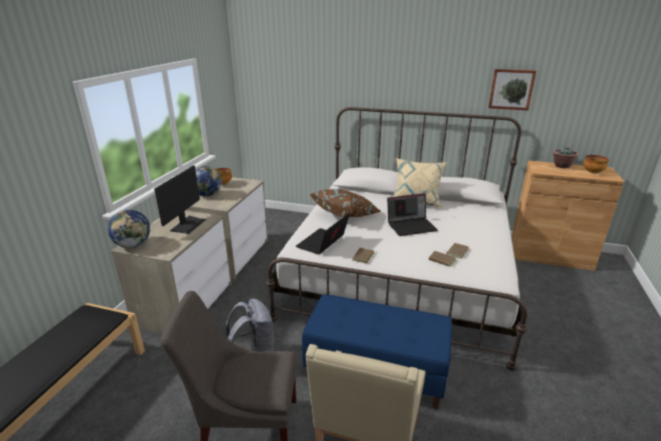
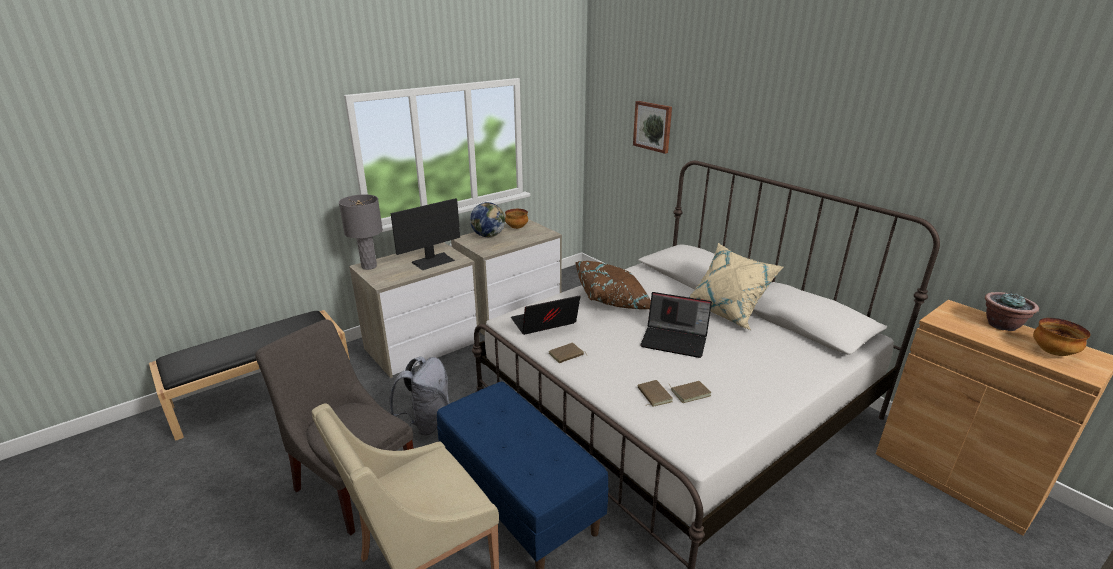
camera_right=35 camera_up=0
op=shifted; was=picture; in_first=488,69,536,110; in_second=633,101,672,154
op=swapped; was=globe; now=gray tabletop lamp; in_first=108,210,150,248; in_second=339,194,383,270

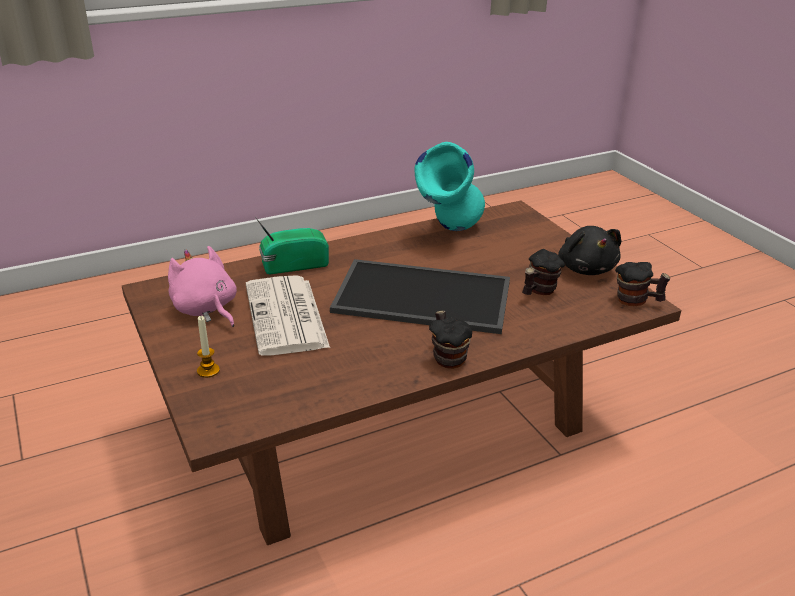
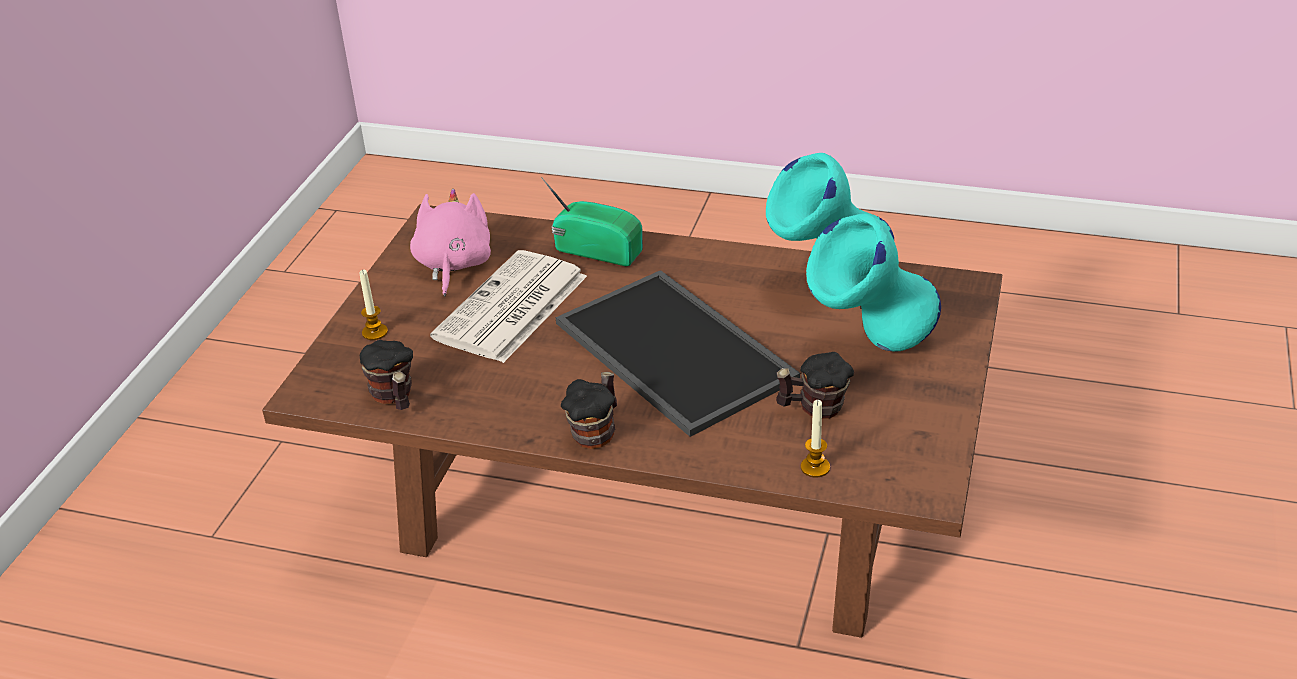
camera_right=45 camera_up=5
op=gone; was=blackish cuddly toy; in_first=558,226,621,275
op=shifted; was=mug; in_first=615,262,670,306; in_second=360,340,413,410
op=new; now=turquoise decorative vase; in_second=806,214,941,351
op=new; now=candle; in_second=801,400,830,478

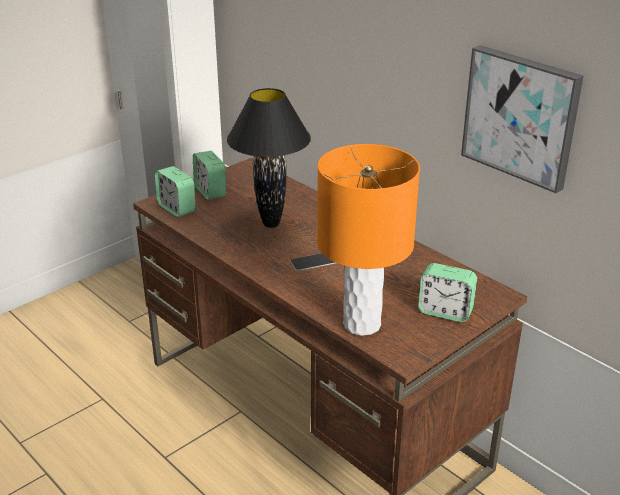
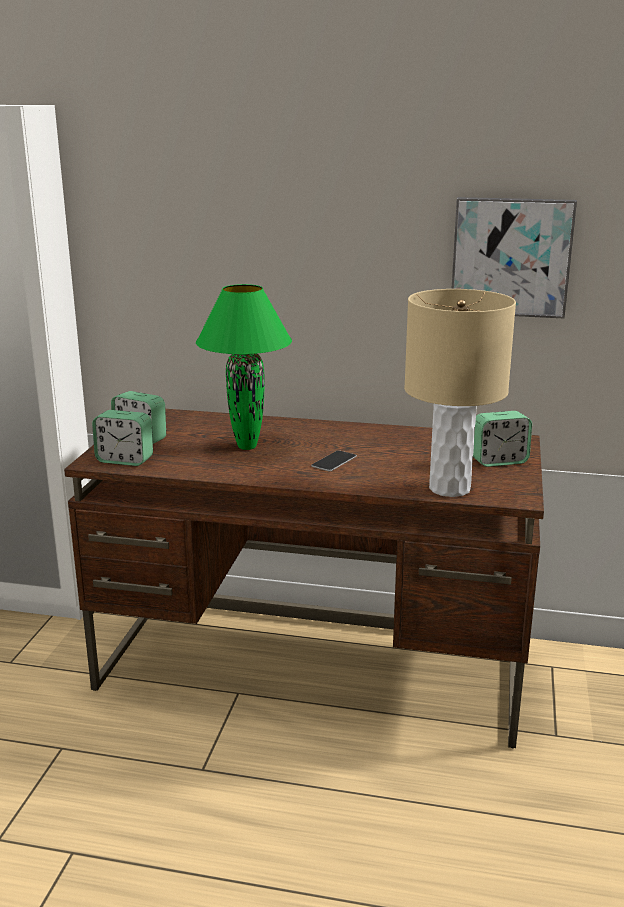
camera_right=-35 camera_up=-10
op=repainted; was=blackish tabletop lamp; now=green tabletop lamp; in_first=227,88,311,228; in_second=196,284,292,450
op=repainted; was=orange-coloured tabletop lamp; now=sand-coloured tabletop lamp; in_first=317,144,420,336; in_second=404,289,516,497

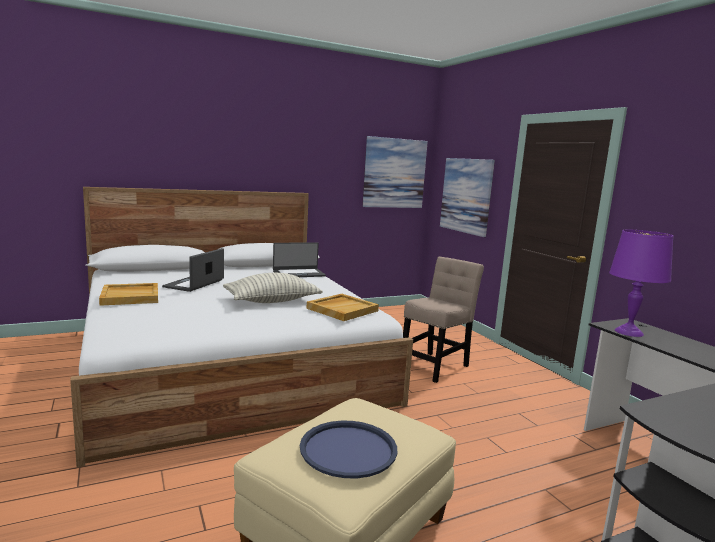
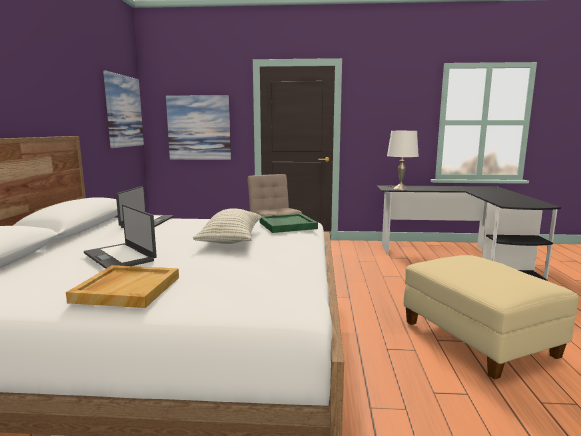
camera_right=-60 camera_up=0
op=repainted; was=purple-coloured tabletop lamp; now=whitish tabletop lamp; in_first=609,230,673,337; in_second=387,131,419,190
op=repainted; was=sand-coloured carrying tray; now=green carrying tray; in_first=306,294,379,321; in_second=259,213,318,233
op=gone; was=blue carrying tray; in_first=300,421,397,478

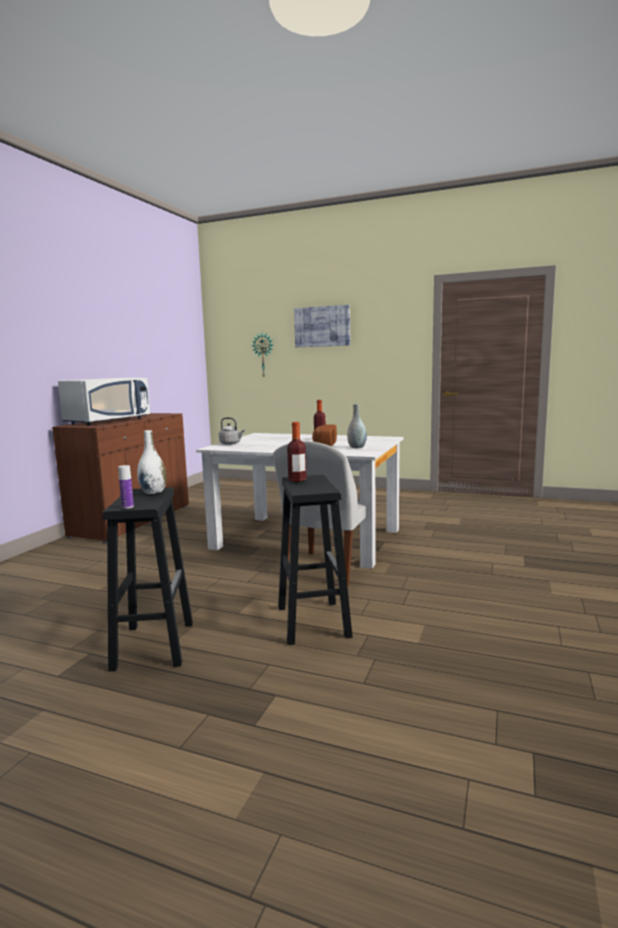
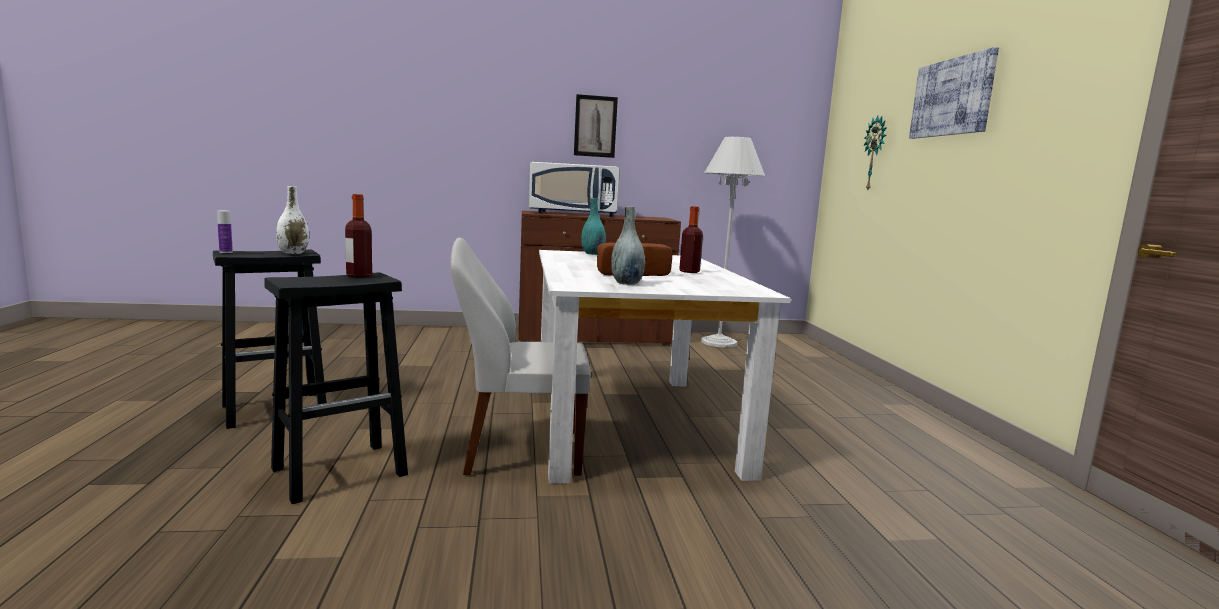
camera_right=60 camera_up=0
op=swapped; was=gray kettle; now=turquoise decorative vase; in_first=219,417,245,445; in_second=581,198,606,255
op=new; now=picture; in_second=574,94,618,158
op=new; now=whitish standing lamp; in_second=701,137,765,347

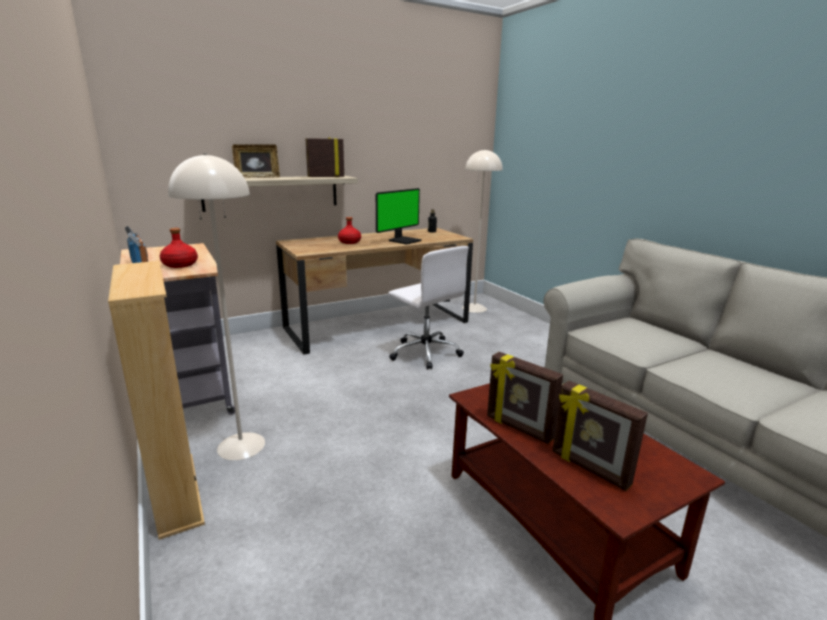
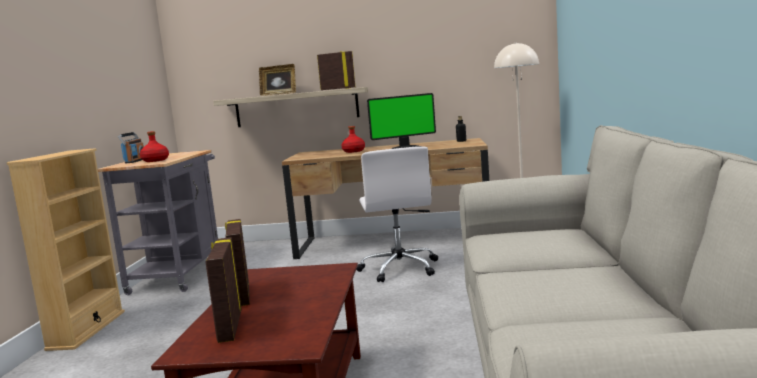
camera_right=35 camera_up=-10
op=gone; was=sand-coloured standing lamp; in_first=168,153,265,460

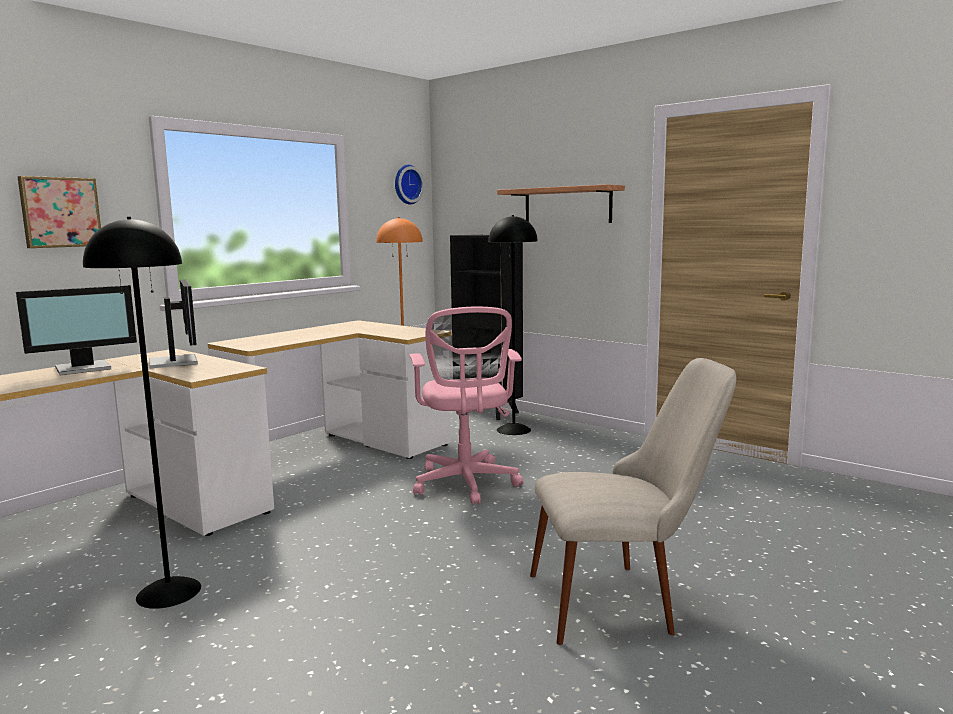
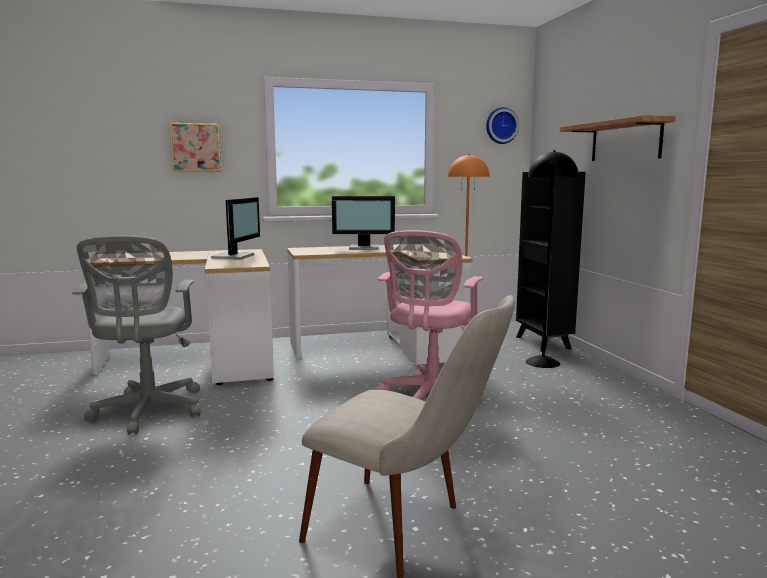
camera_right=35 camera_up=0
op=swapped; was=blackish standing lamp; now=gray desk chair; in_first=83,217,201,609; in_second=72,235,200,435
op=shifted; was=monitor; in_first=16,285,137,375; in_second=332,196,395,250

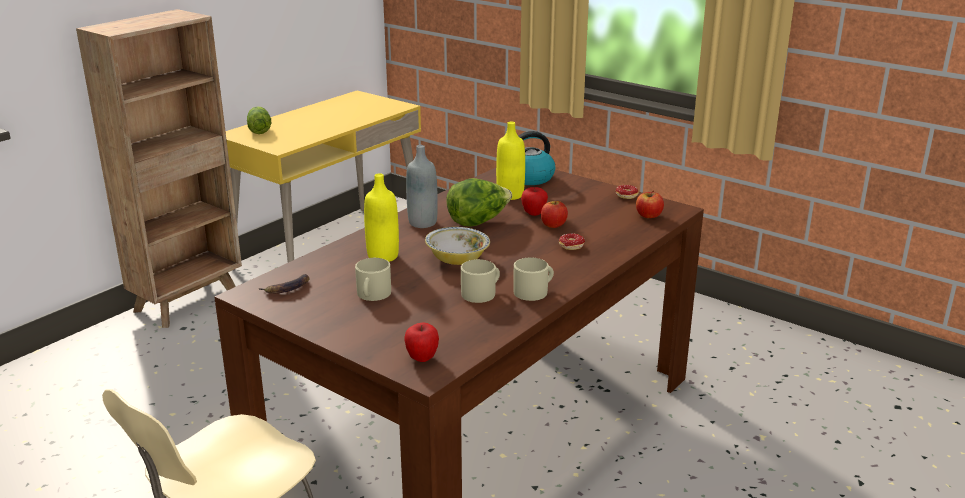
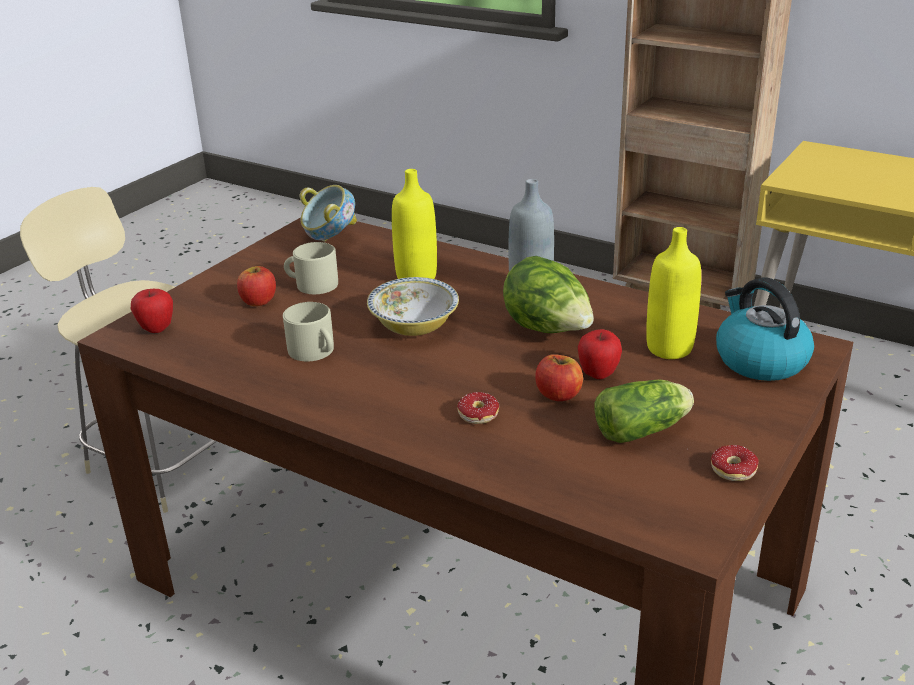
camera_right=85 camera_up=5
op=shifted; was=lettuce head; in_first=247,106,271,134; in_second=595,380,694,443
op=shifted; was=apple; in_first=636,191,664,218; in_second=237,266,276,306
op=gone; was=sand-coloured mug; in_first=513,257,554,301
op=swapped; was=whole banana; now=serving bowl; in_first=259,274,310,294; in_second=300,185,357,242

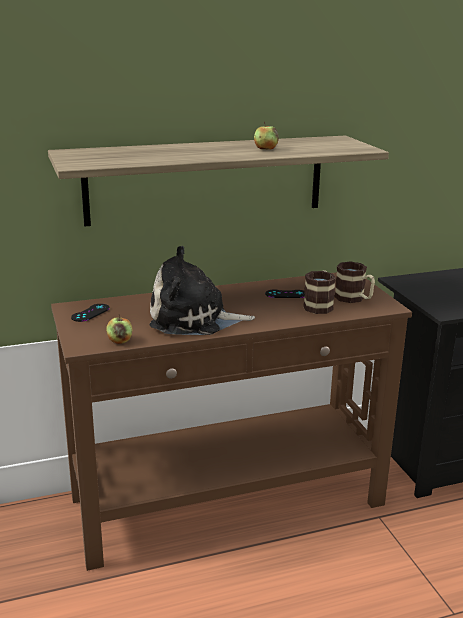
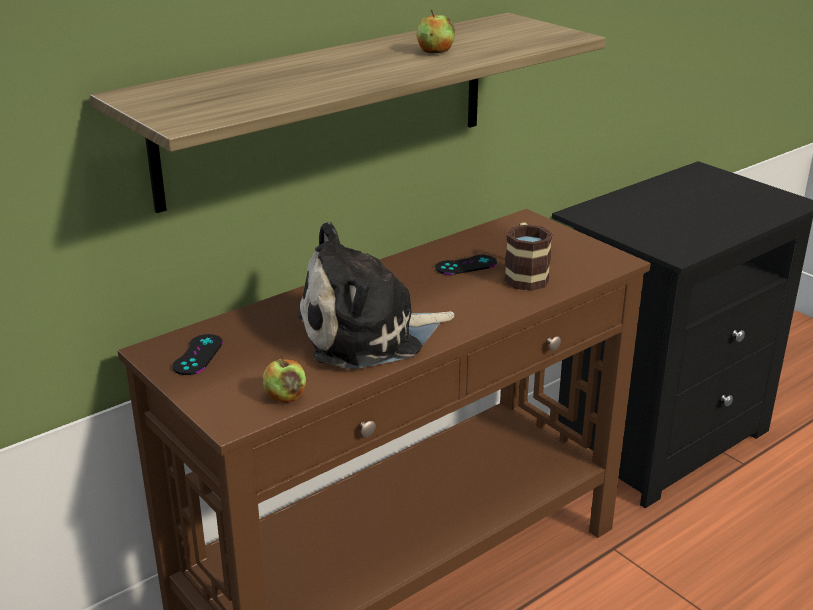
camera_right=-20 camera_up=5
op=gone; was=mug; in_first=334,262,375,303

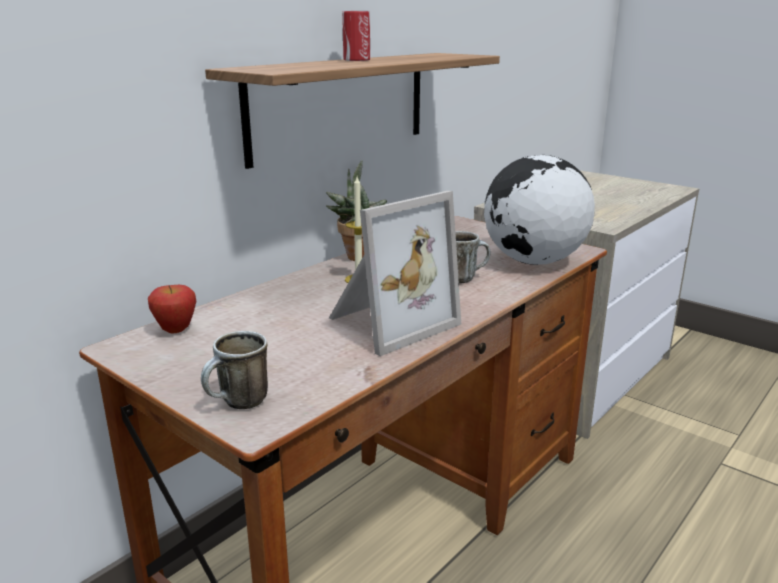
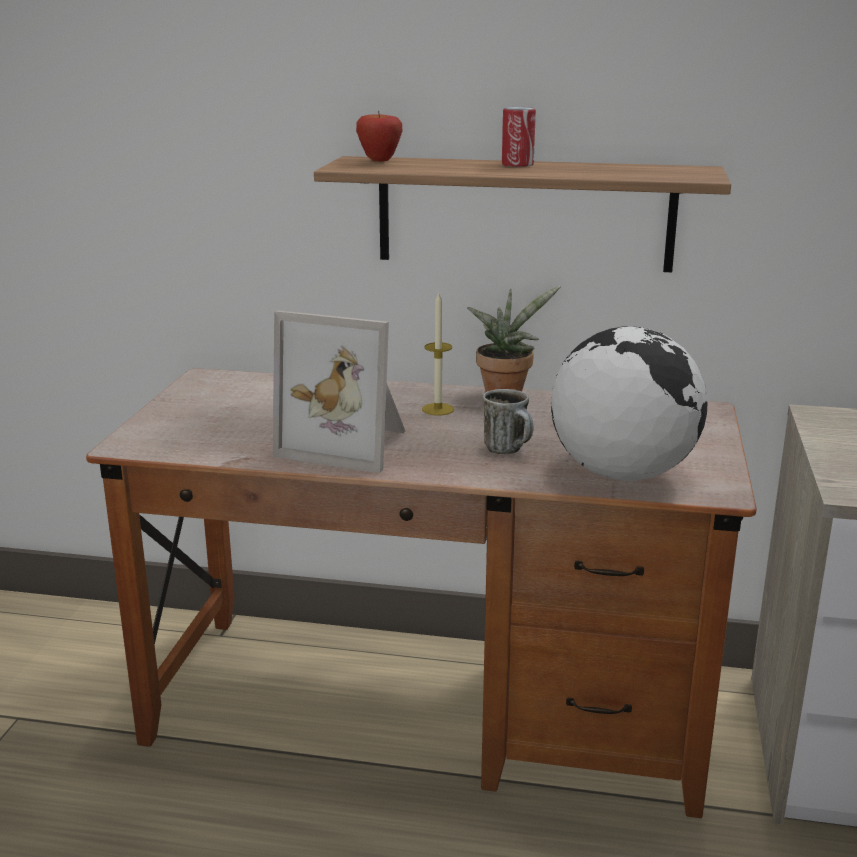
camera_right=60 camera_up=0
op=shifted; was=apple; in_first=148,285,196,333; in_second=356,111,403,161
op=gone; was=mug; in_first=201,331,268,409

